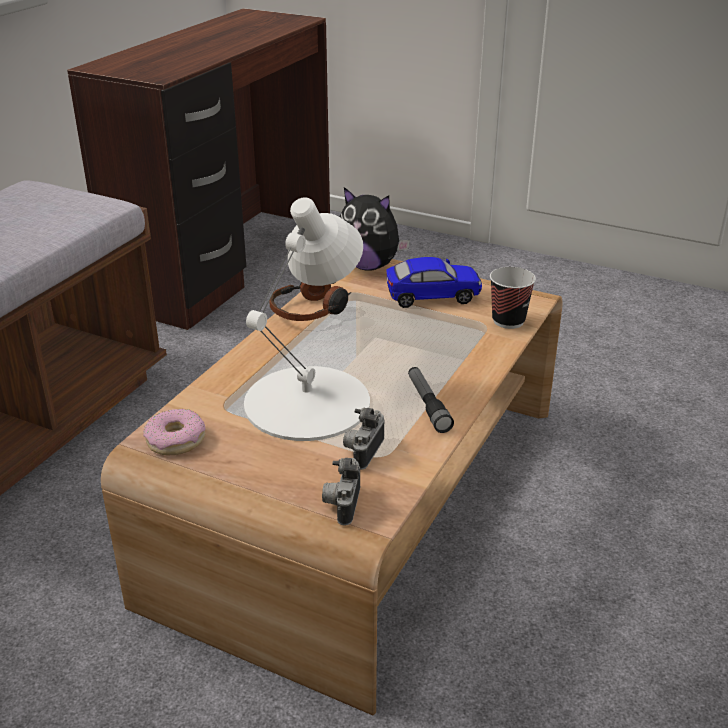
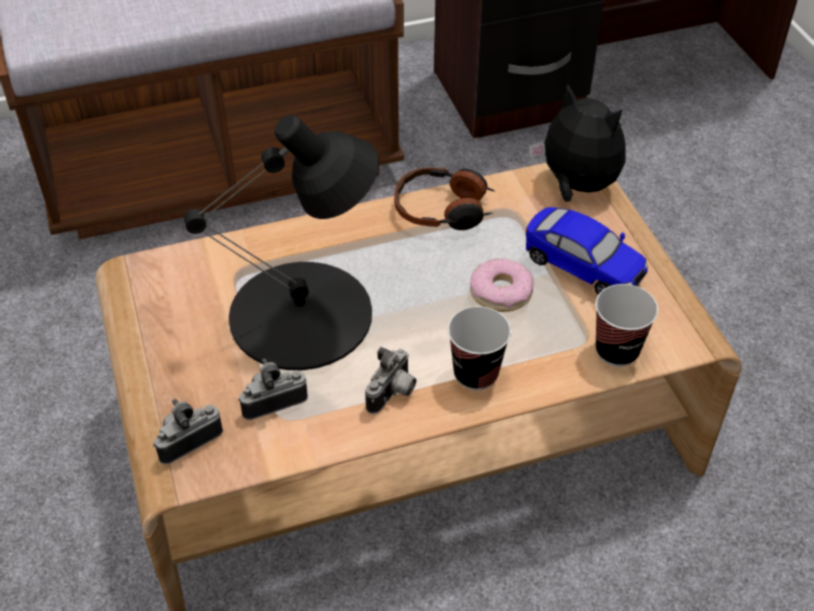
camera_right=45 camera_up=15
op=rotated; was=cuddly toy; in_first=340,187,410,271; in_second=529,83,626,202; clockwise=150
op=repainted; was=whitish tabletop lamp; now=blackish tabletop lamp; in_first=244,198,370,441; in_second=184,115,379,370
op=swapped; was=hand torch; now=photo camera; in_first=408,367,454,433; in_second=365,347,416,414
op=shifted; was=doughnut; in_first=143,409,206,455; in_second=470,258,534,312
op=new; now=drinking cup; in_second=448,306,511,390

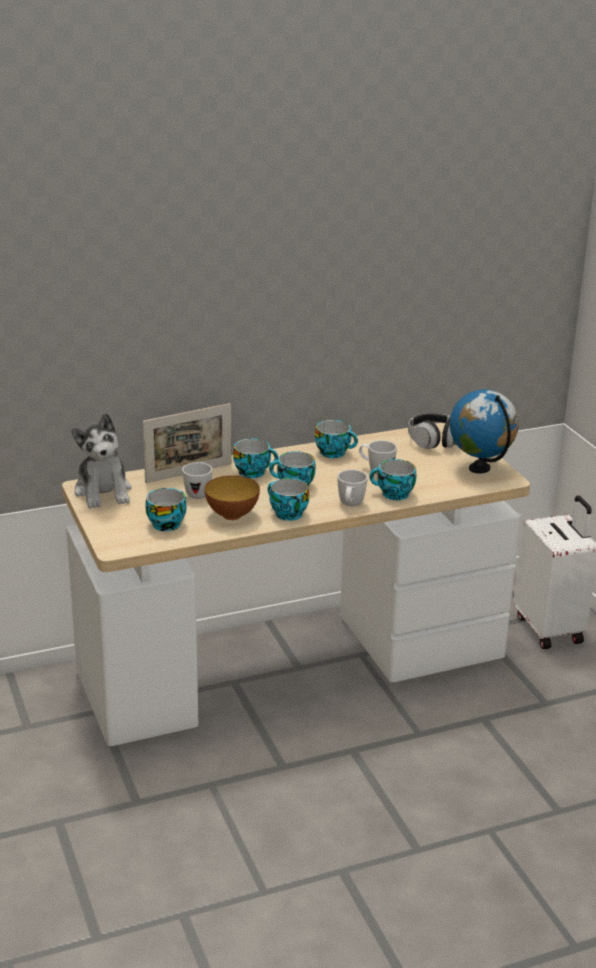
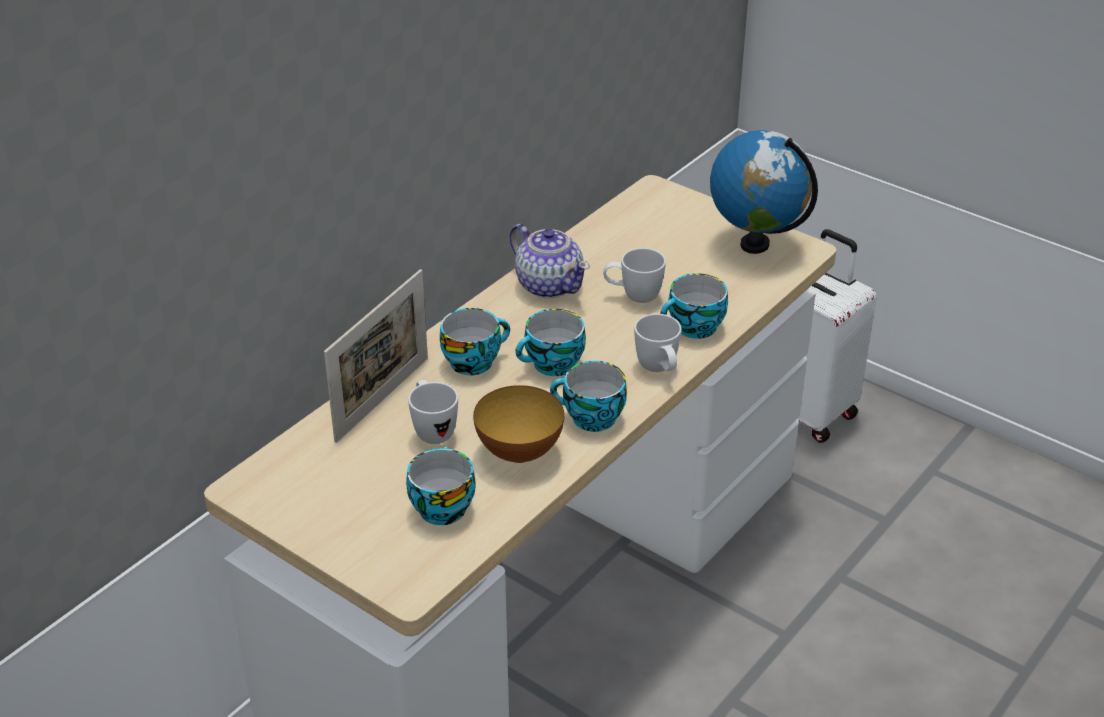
camera_right=-30 camera_up=10
op=gone; was=cuddly toy; in_first=71,413,131,509
op=gone; was=headphones; in_first=408,413,456,449
op=swapped; was=drinking cup; now=teapot; in_first=315,420,358,458; in_second=510,224,590,298

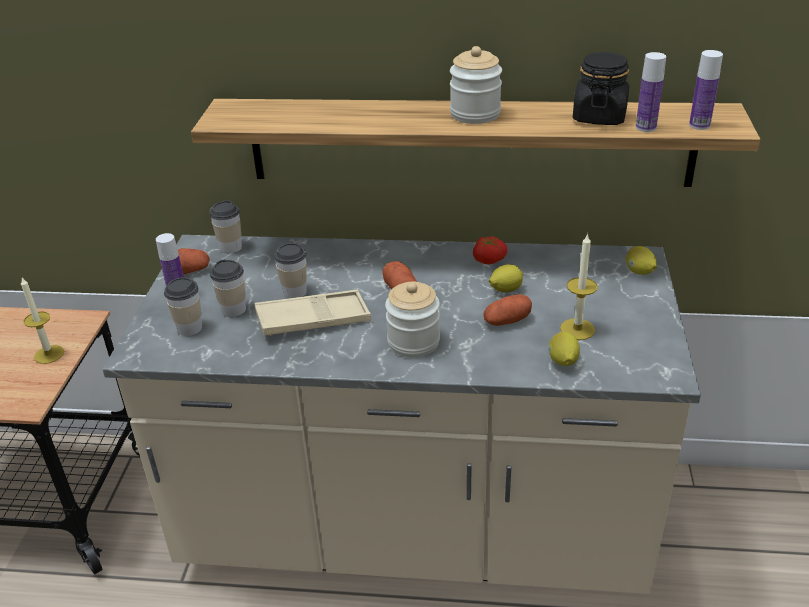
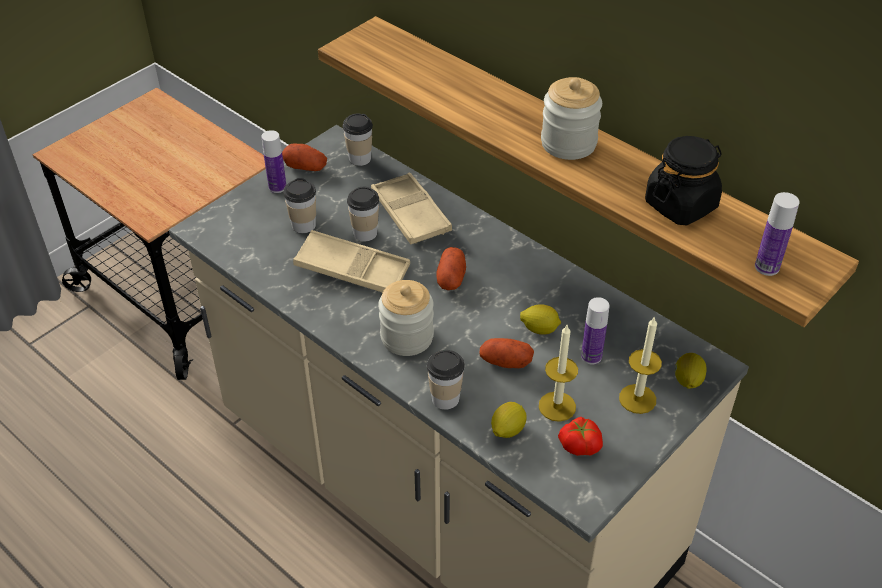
camera_right=35 camera_up=10
op=shifted; was=beverage bottle; in_first=636,52,666,132; in_second=581,297,610,365
op=shifted; was=whole tomato; in_first=473,236,507,264; in_second=558,417,603,456
op=shifted; was=drinking cup; in_first=164,277,202,336; in_second=427,350,465,410
op=shifted; was=candle; in_first=21,278,64,364; in_second=619,316,662,414
op=new; now=sand-coloured carrying tray; in_second=371,173,452,244

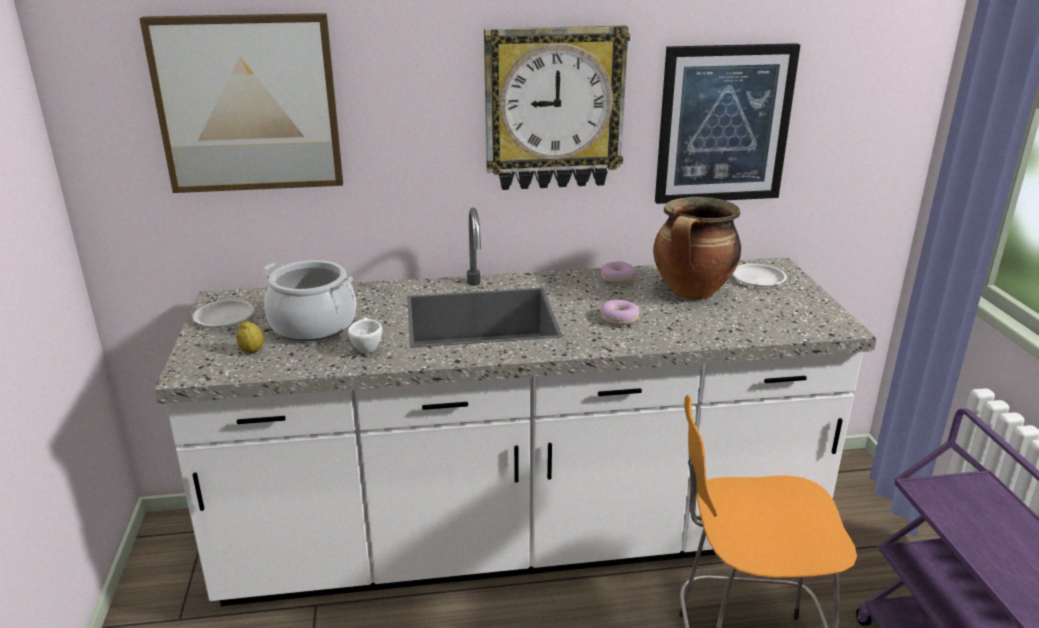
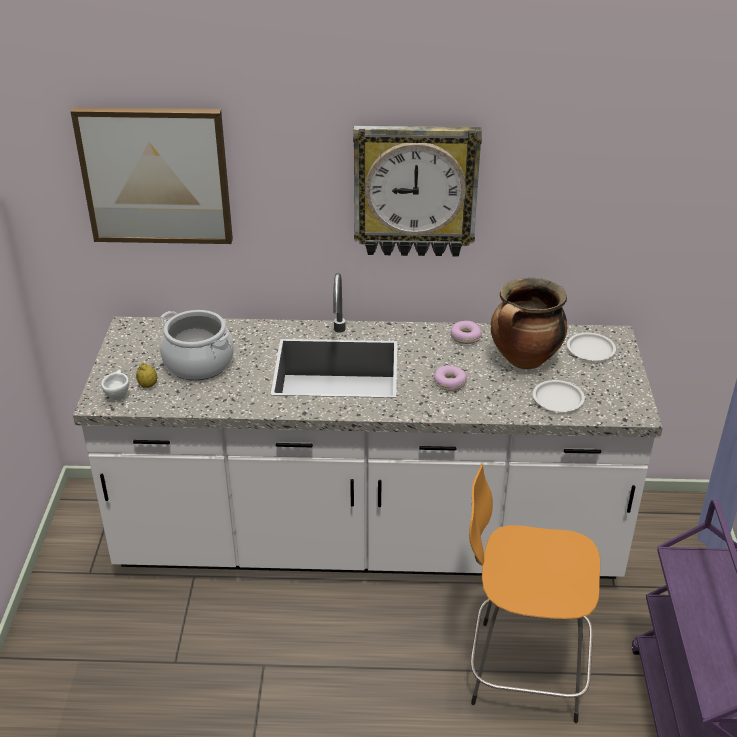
camera_right=10 camera_up=10
op=gone; was=picture; in_first=655,43,800,204
op=shifted; was=whitish dinner plate; in_first=192,300,255,327; in_second=533,380,585,412
op=shifted; was=whitish drinking cup; in_first=348,317,382,353; in_second=101,370,129,400

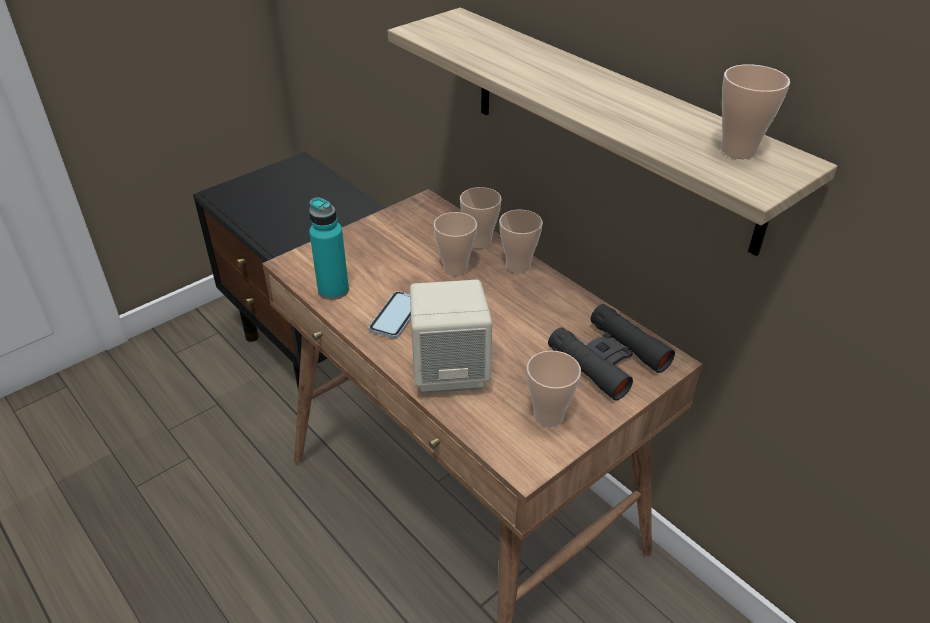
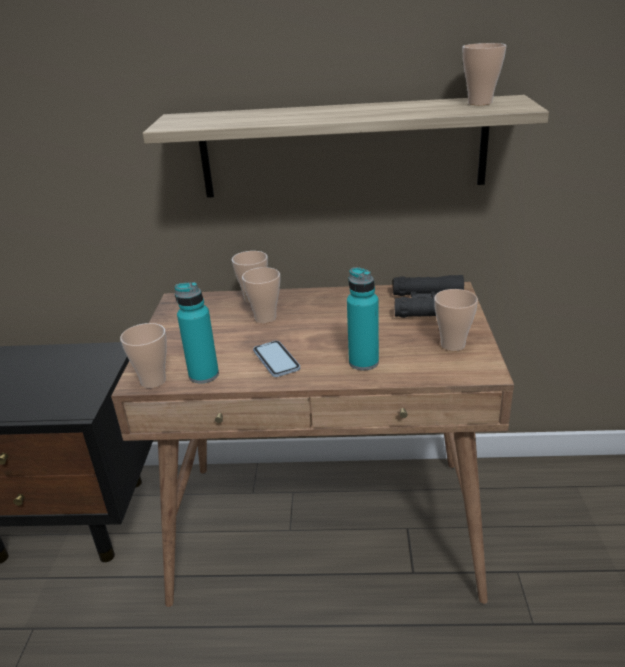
camera_right=-45 camera_up=-10
op=shifted; was=drinking cup; in_first=499,210,543,273; in_second=120,323,167,388
op=swapped; was=sand-coloured loudspeaker; now=turquoise beverage bottle; in_first=410,280,492,393; in_second=347,267,379,370

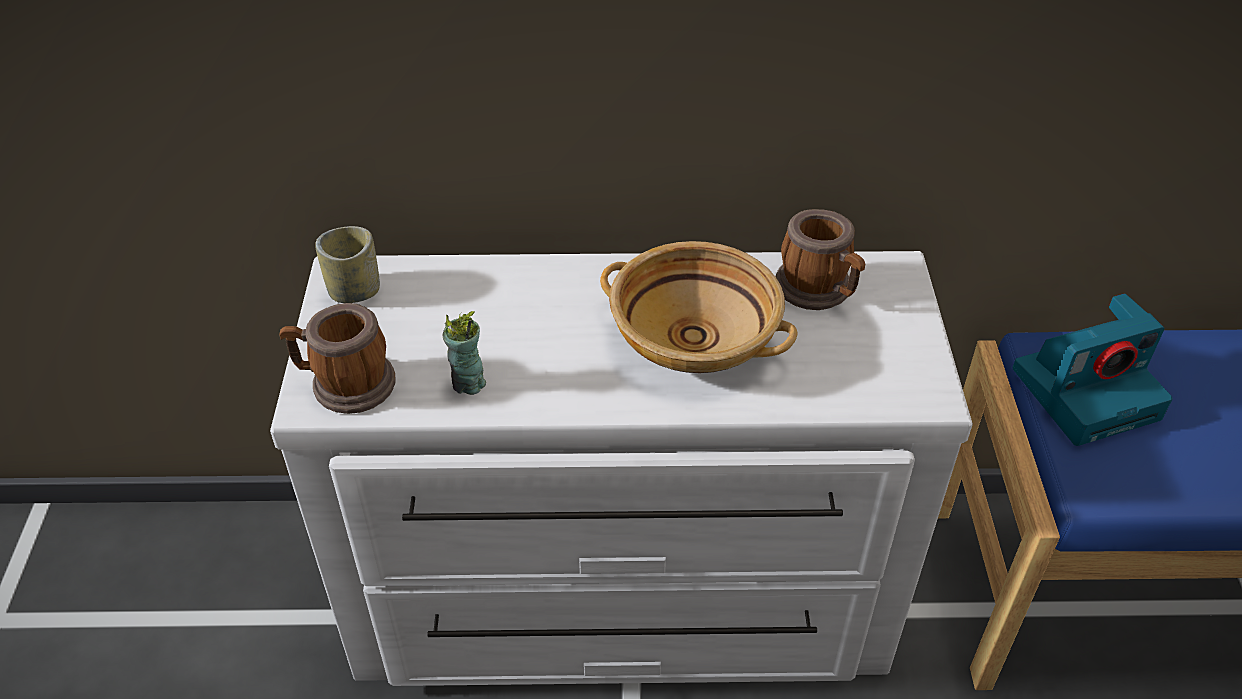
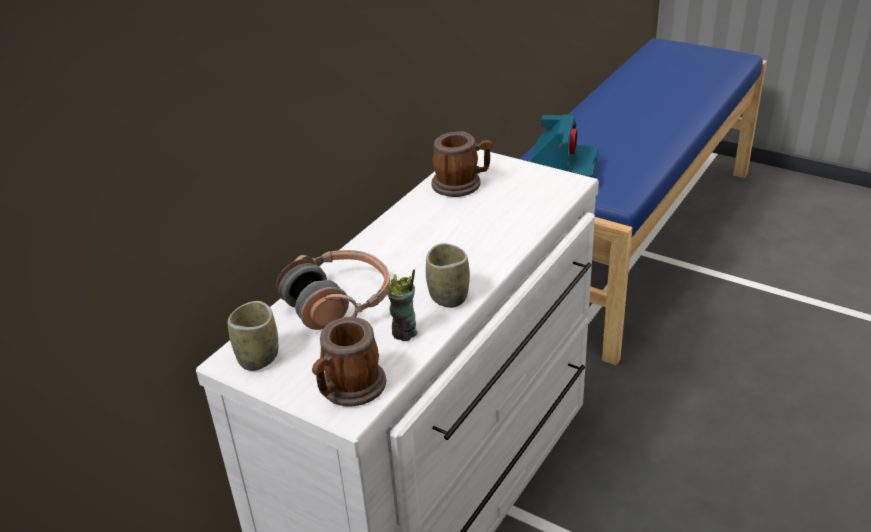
camera_right=-55 camera_up=-10
op=gone; was=sand-coloured serving bowl; in_first=600,241,797,373
op=new; now=drinking cup; in_second=426,243,470,308
op=new; now=headphones; in_second=276,250,390,330

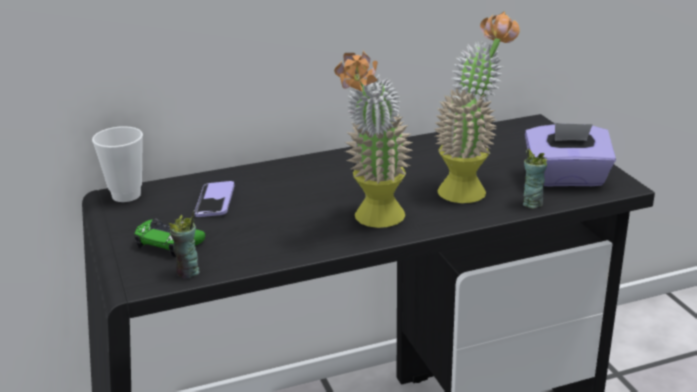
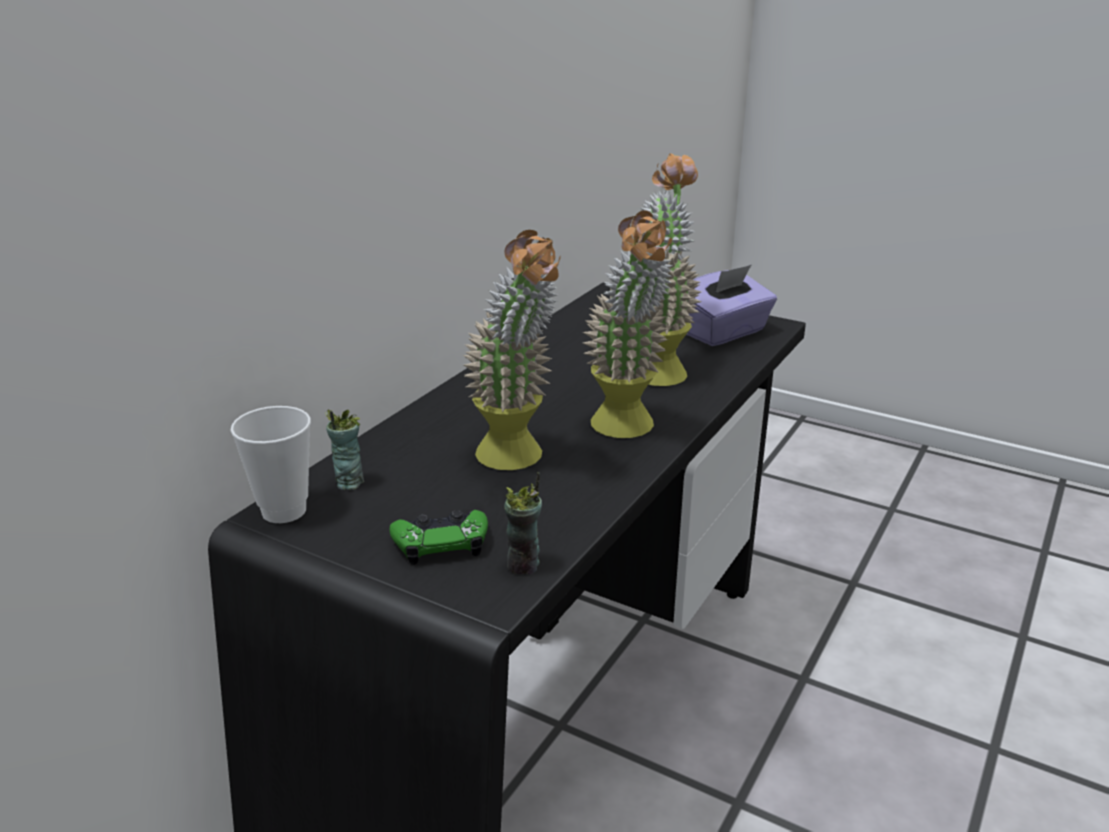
camera_right=-40 camera_up=0
op=shifted; was=drinking cup; in_first=523,149,547,209; in_second=325,409,364,490
op=gone; was=phone; in_first=195,181,235,217
op=new; now=potted plant; in_second=463,230,561,470

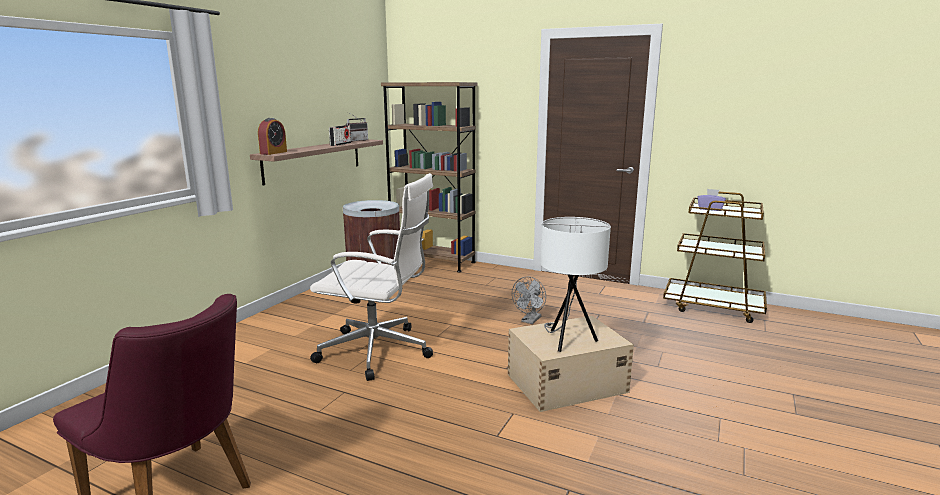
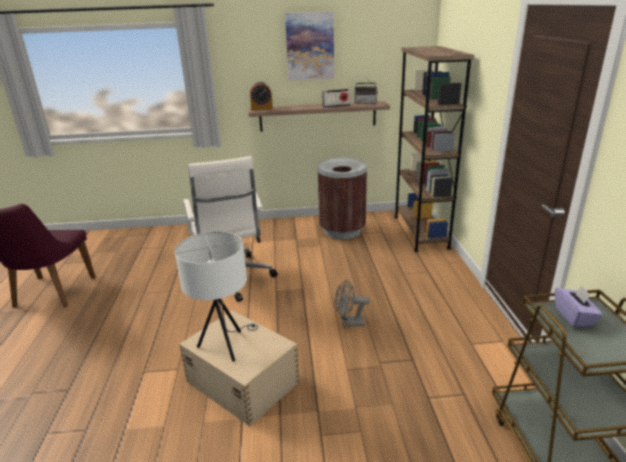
camera_right=60 camera_up=10
op=new; now=picture; in_second=285,11,334,80

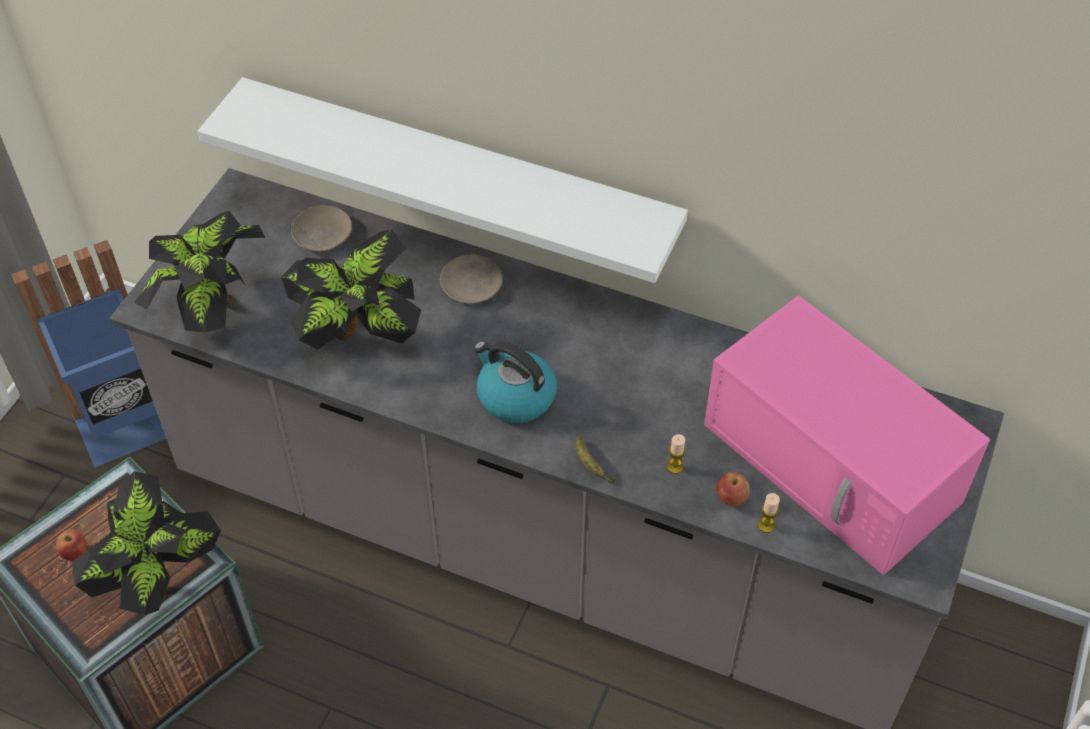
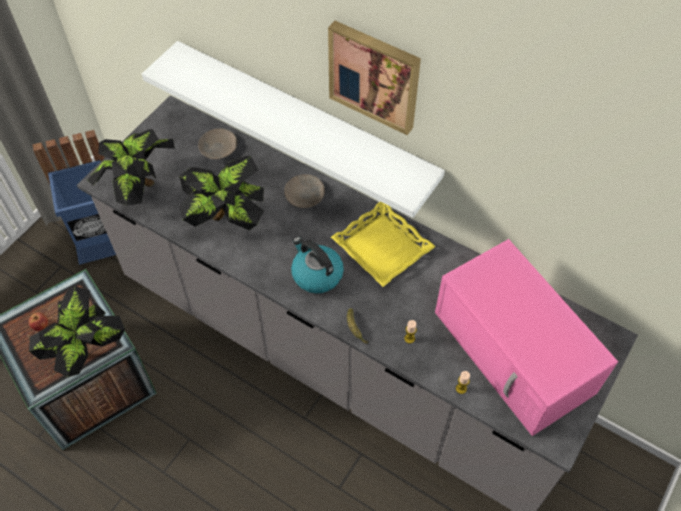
camera_right=10 camera_up=5
op=gone; was=apple; in_first=717,472,750,506
op=new; now=picture; in_second=328,21,421,135
op=new; now=yellow carrying tray; in_second=331,201,436,287

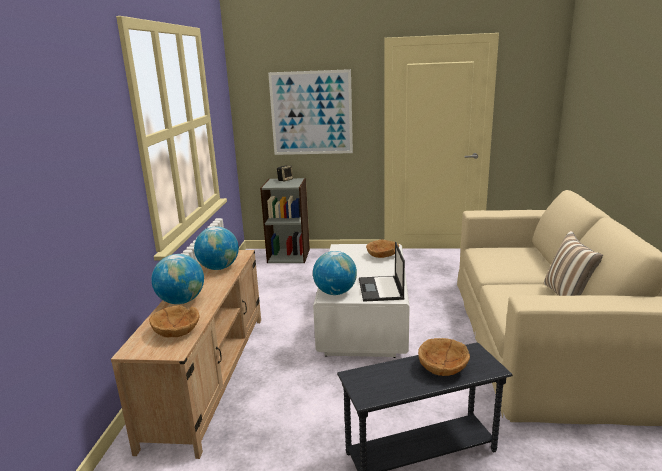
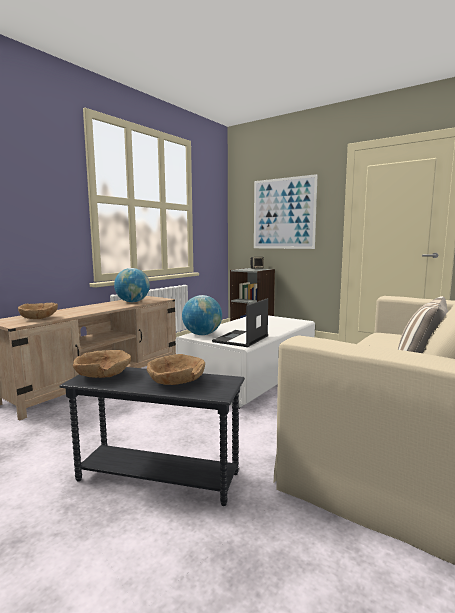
camera_right=30 camera_up=-10
op=shifted; was=brownish serving bowl; in_first=366,239,399,258; in_second=73,350,131,378
op=gone; was=globe; in_first=151,254,204,304

